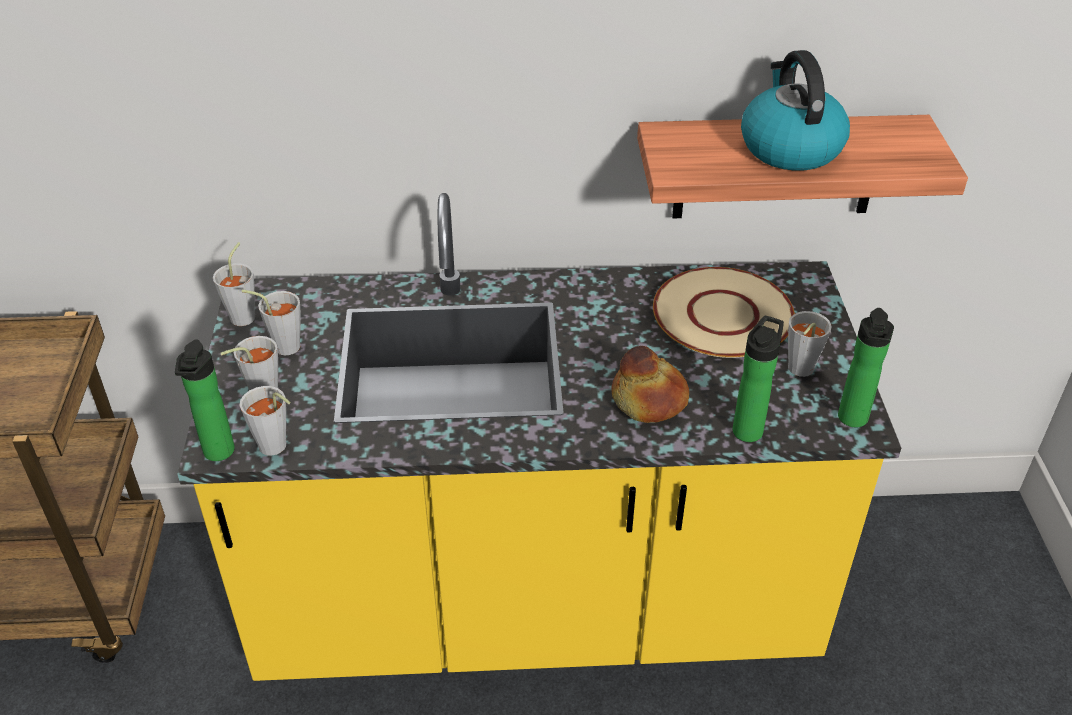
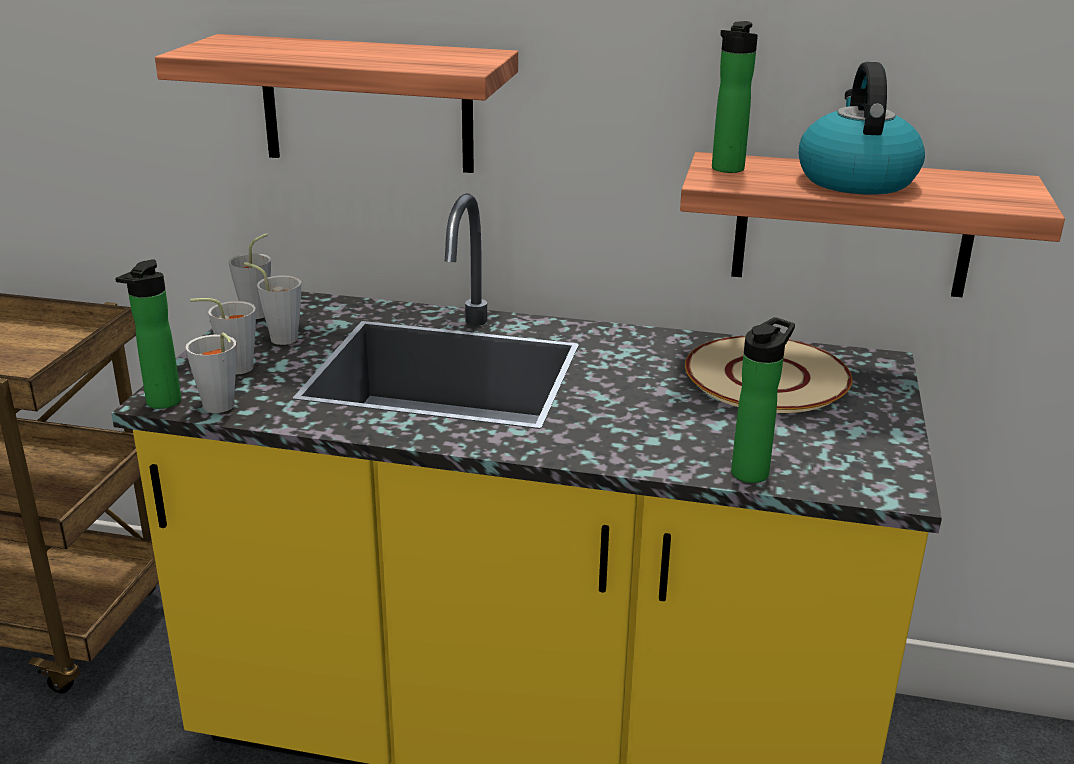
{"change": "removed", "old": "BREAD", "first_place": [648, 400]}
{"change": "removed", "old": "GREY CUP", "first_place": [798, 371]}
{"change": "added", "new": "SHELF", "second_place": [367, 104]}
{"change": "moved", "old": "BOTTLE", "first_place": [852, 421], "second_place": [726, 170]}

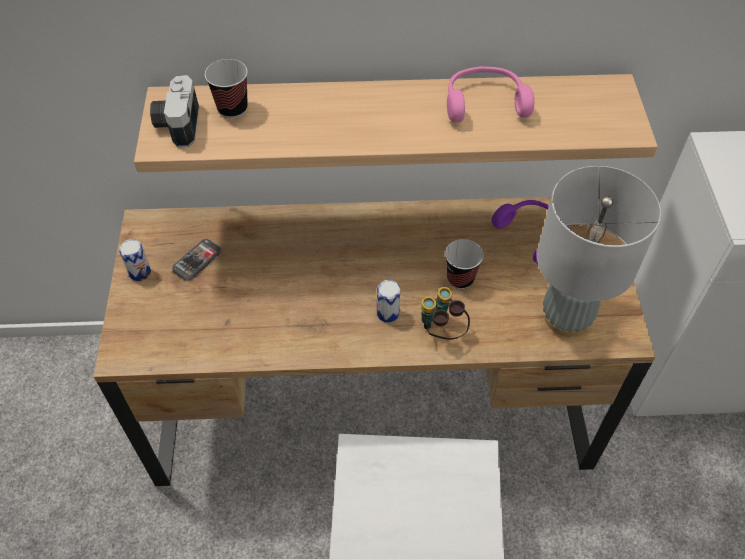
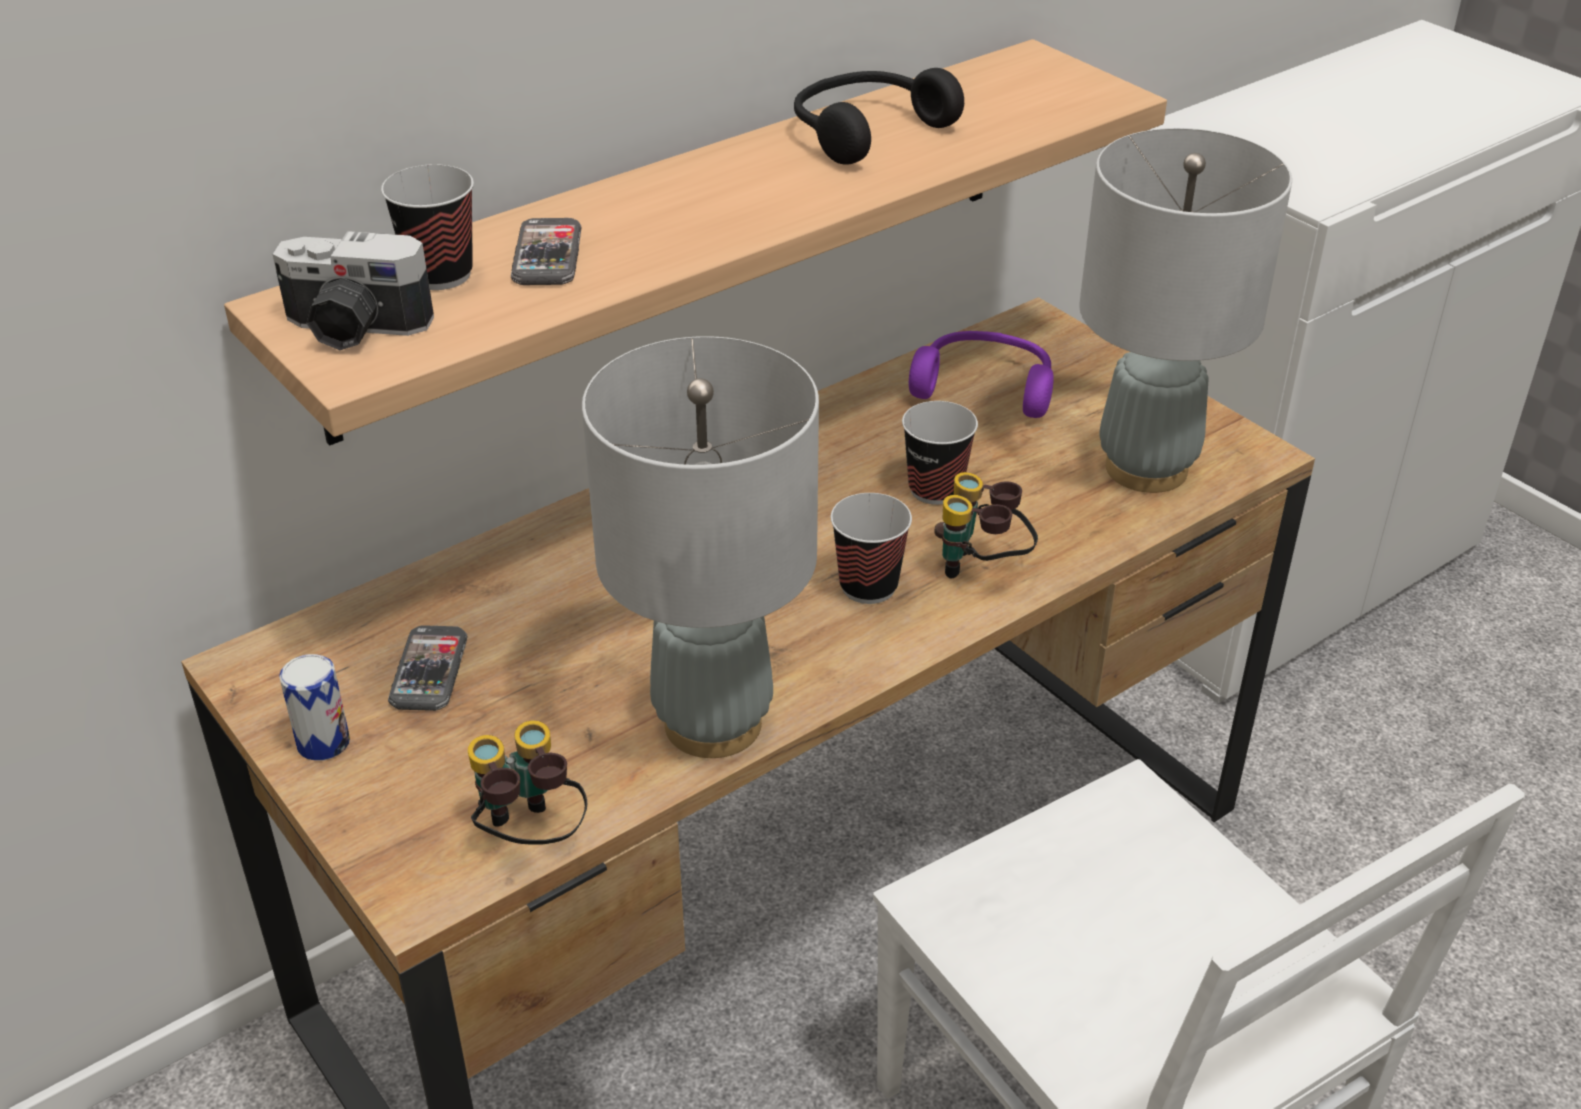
{"change": "added", "new": "BINOCULARS", "second_place": [529, 837]}
{"change": "added", "new": "PHONE", "second_place": [547, 256]}
{"change": "added", "new": "GREY TABLE LAMP", "second_place": [713, 722]}
{"change": "replaced", "old": "CAN", "new": "CUP", "first_place": [388, 313], "second_place": [868, 586]}
{"change": "recoloured", "old": "PINK HEADPHONES", "new": "BLACK HEADPHONES", "first_place": [484, 102], "second_place": [865, 131]}
{"change": "turned", "old": "PHOTO CAMERA", "first_place": [176, 124], "second_place": [353, 330], "degrees": -45}

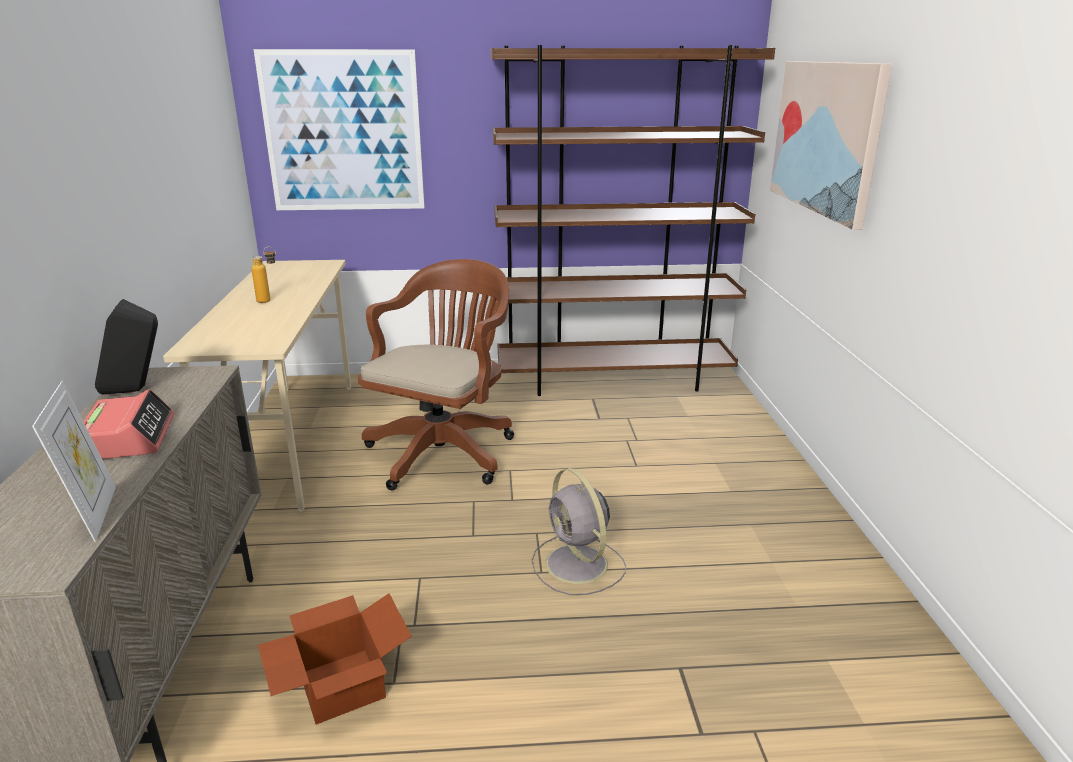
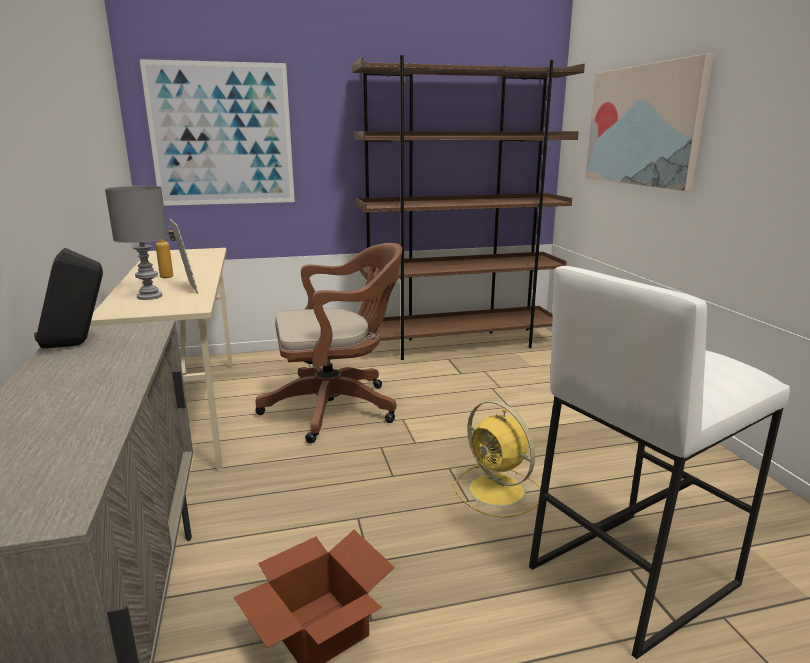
{"change": "removed", "old": "ALARM CLOCK", "first_place": [129, 438]}
{"change": "added", "new": "GREY TABLE LAMP", "second_place": [150, 296]}
{"change": "added", "new": "WHITE STOOL", "second_place": [631, 574]}
{"change": "moved", "old": "PICTURE FRAME", "first_place": [94, 514], "second_place": [187, 288]}
{"change": "recoloured", "old": "GREY FAN", "new": "YELLOW FAN", "first_place": [578, 565], "second_place": [498, 491]}
{"change": "turned", "old": "BROWN OFFICE CHAIR", "first_place": [445, 450], "second_place": [337, 408], "degrees": 60}

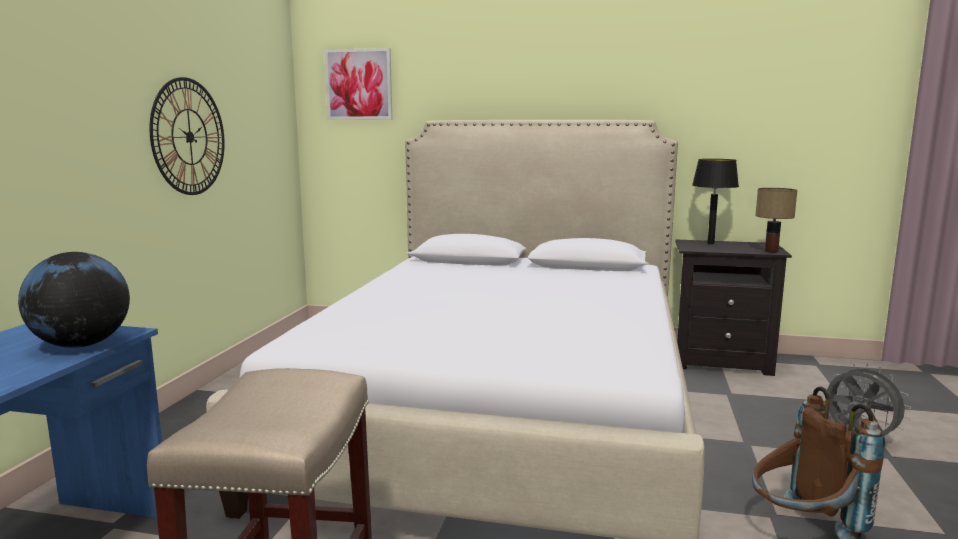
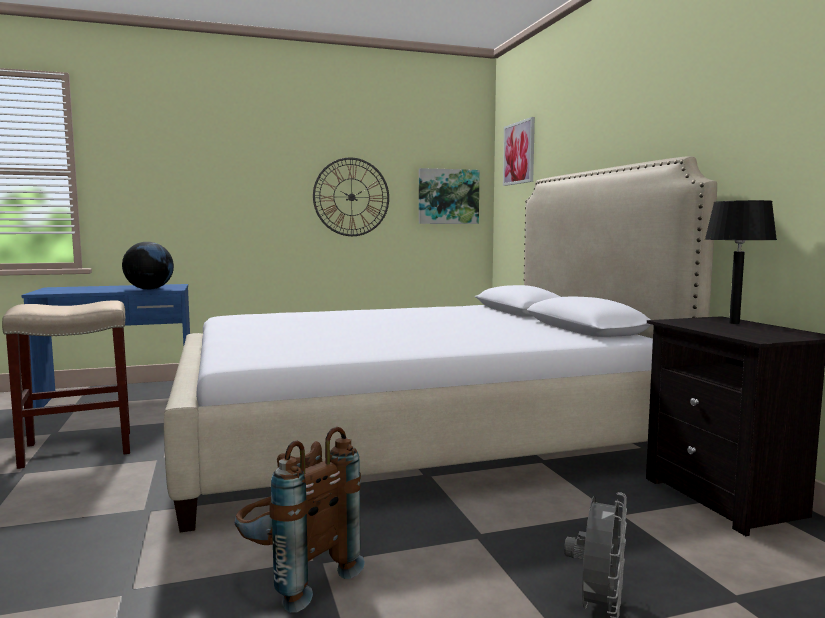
{"change": "removed", "old": "TABLE LAMP", "first_place": [771, 251]}
{"change": "added", "new": "PICTURE", "second_place": [448, 196]}

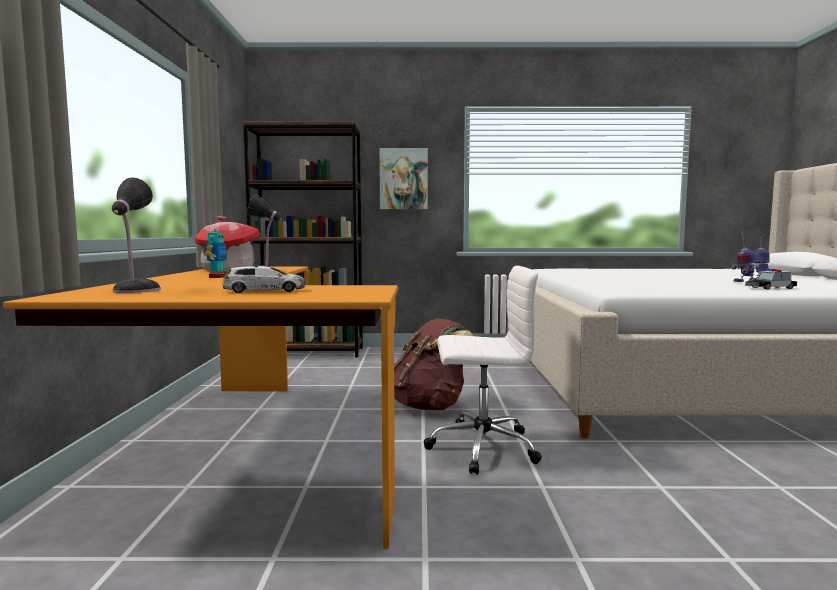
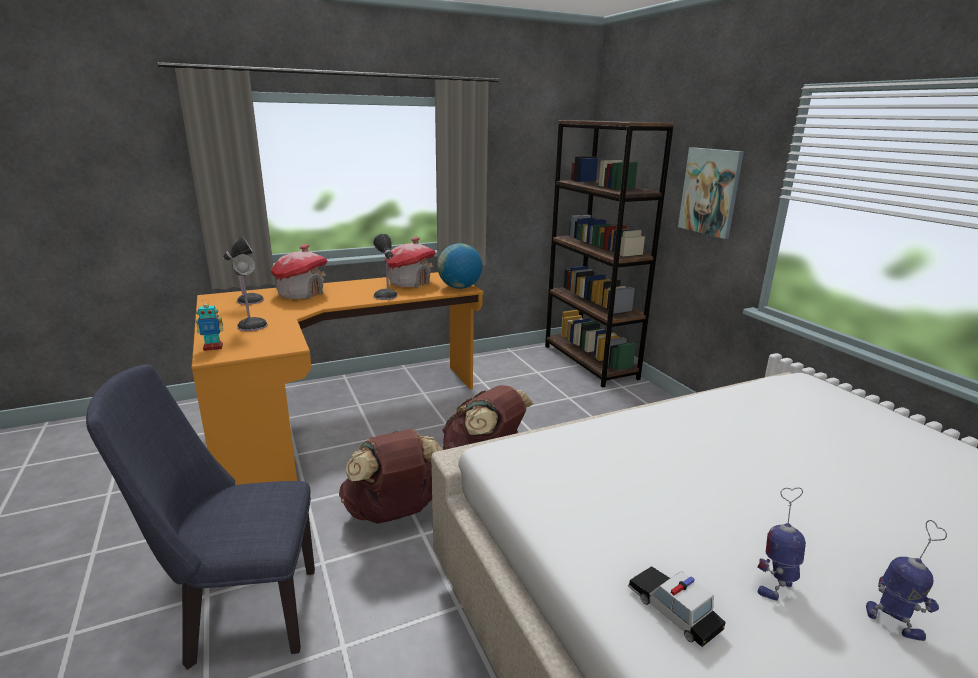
{"change": "added", "new": "BLUE CHAIR", "second_place": [241, 615]}
{"change": "added", "new": "TOY HOUSE", "second_place": [301, 293]}
{"change": "added", "new": "GLOBE", "second_place": [459, 287]}
{"change": "moved", "old": "TOY ROBOT", "first_place": [218, 277], "second_place": [213, 347]}
{"change": "replaced", "old": "TOY CAR", "new": "TABLE LAMP", "first_place": [265, 291], "second_place": [252, 325]}
{"change": "replaced", "old": "WHITE OFFICE CHAIR", "new": "BROWN BACKPACK", "first_place": [480, 447], "second_place": [393, 513]}

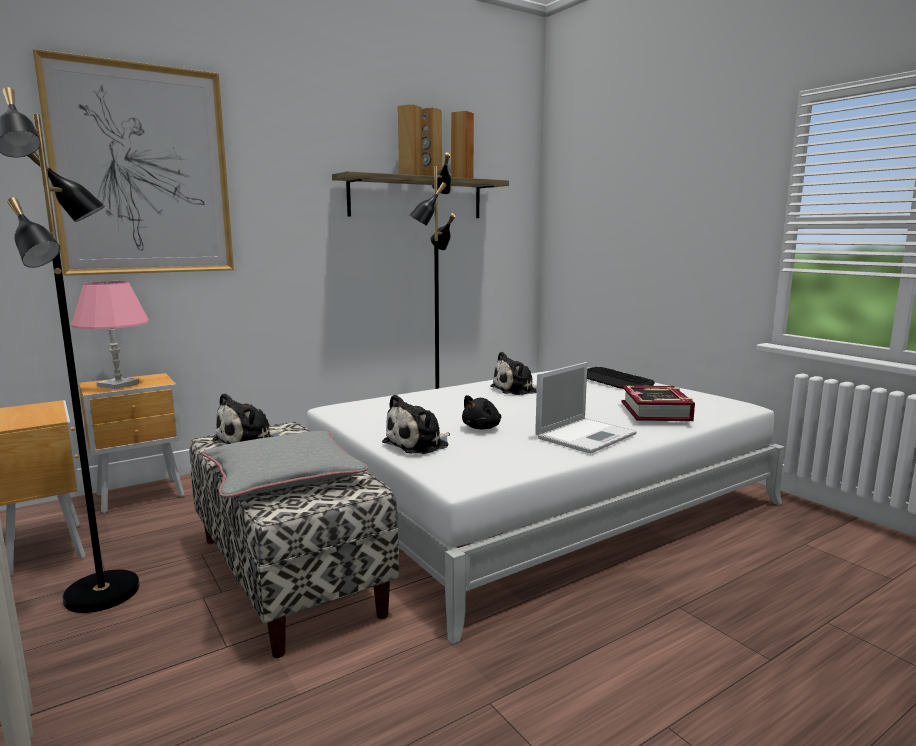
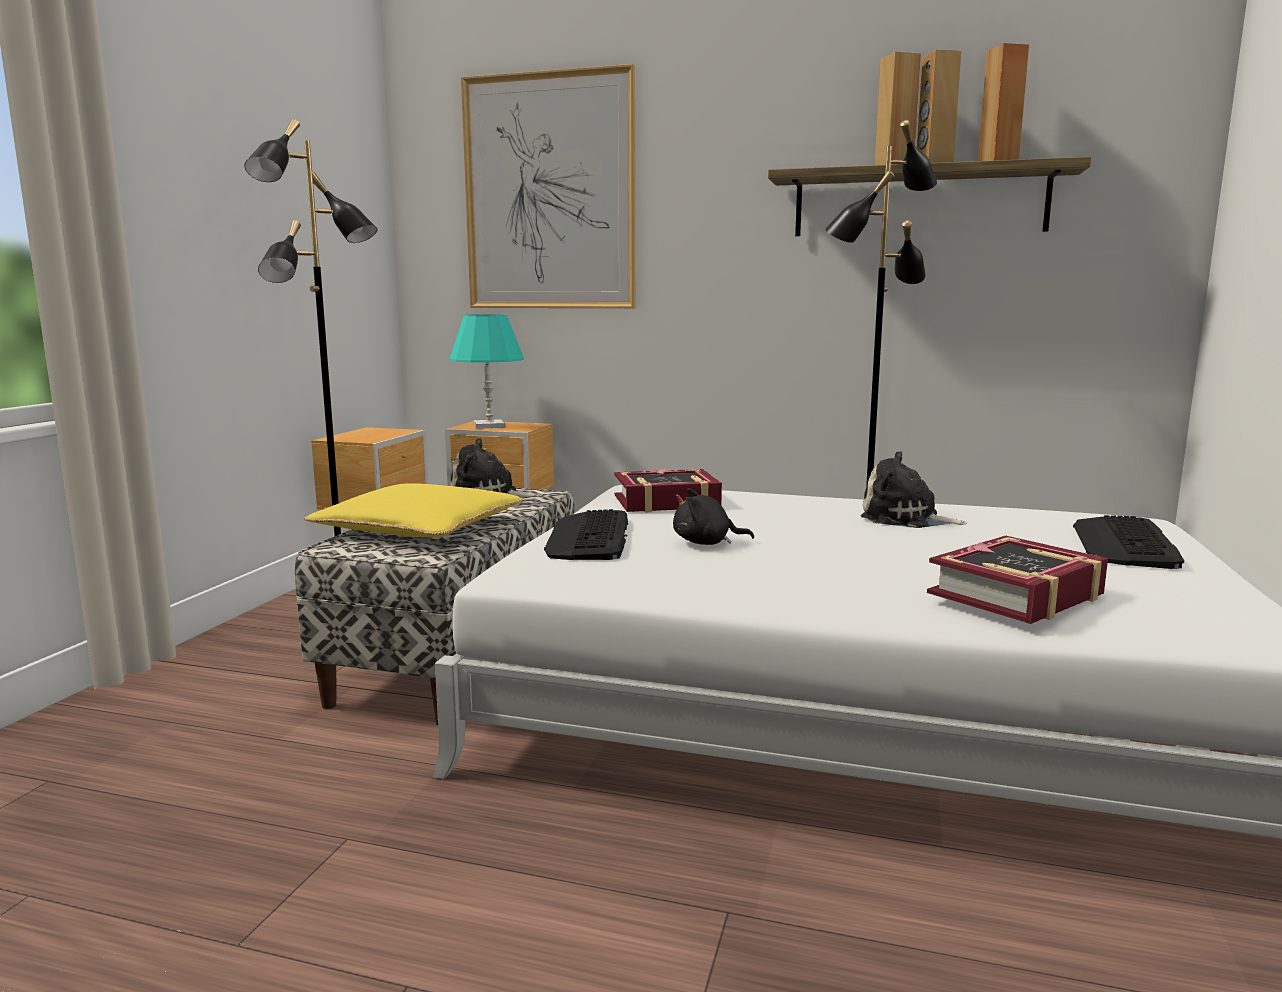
{"change": "removed", "old": "LAPTOP", "first_place": [586, 435]}
{"change": "added", "new": "BOOK", "second_place": [666, 502]}
{"change": "replaced", "old": "PLUSH TOY", "new": "KEYBOARD", "first_place": [419, 444], "second_place": [589, 537]}
{"change": "recoloured", "old": "PINK TABLE LAMP", "new": "TURQUOISE TABLE LAMP", "first_place": [118, 385], "second_place": [489, 426]}
{"change": "recoloured", "old": "GREY PILLOW", "new": "YELLOW PILLOW", "first_place": [283, 476], "second_place": [419, 528]}

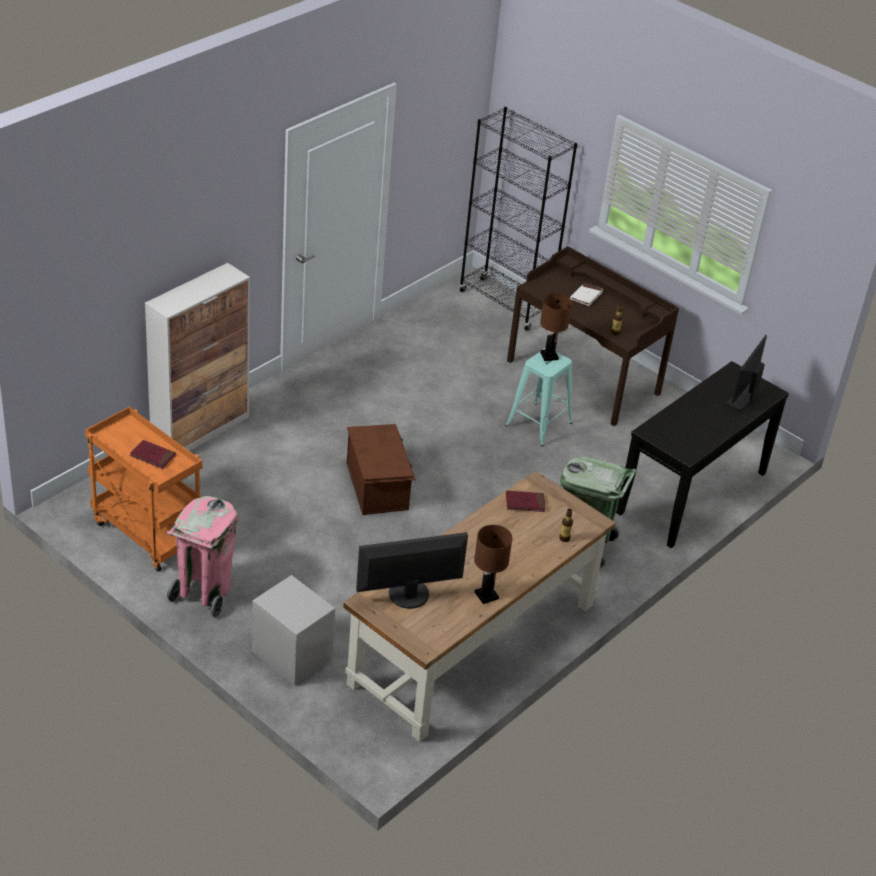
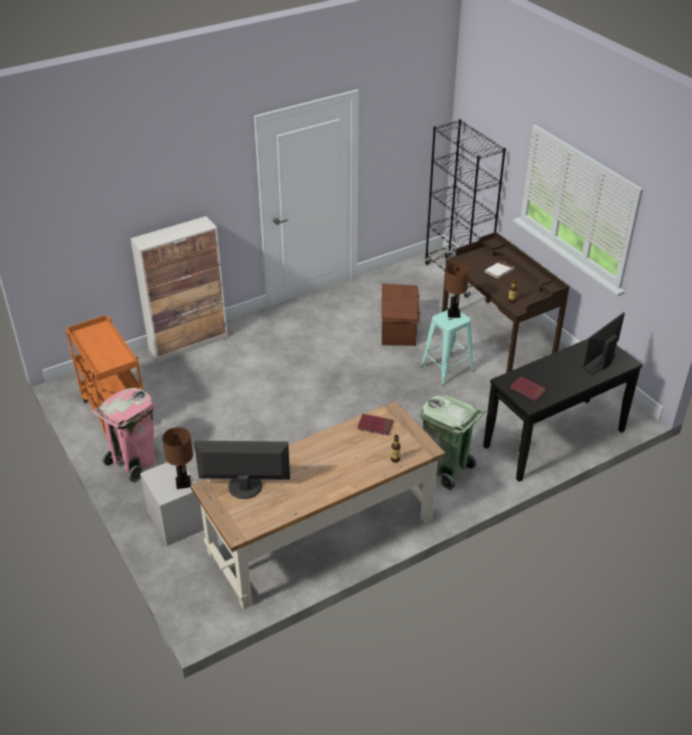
{"change": "moved", "old": "RED BOOK", "first_place": [152, 456], "second_place": [528, 390]}
{"change": "moved", "old": "BROWN STORAGE BOX", "first_place": [378, 486], "second_place": [399, 328]}
{"change": "moved", "old": "BROWN TABLE LAMP", "first_place": [486, 595], "second_place": [183, 483]}

